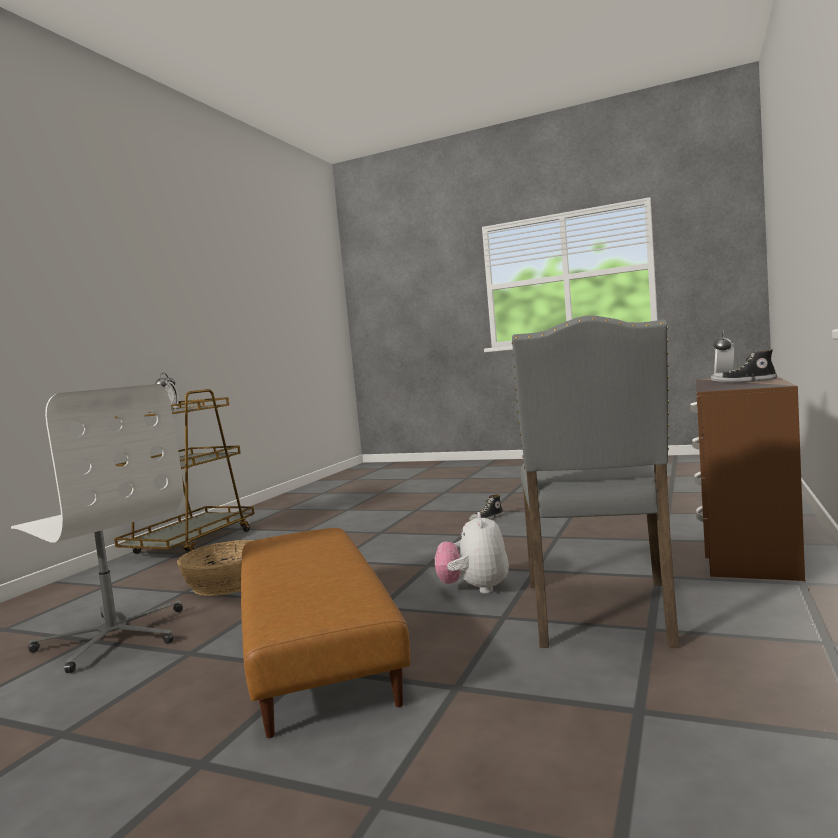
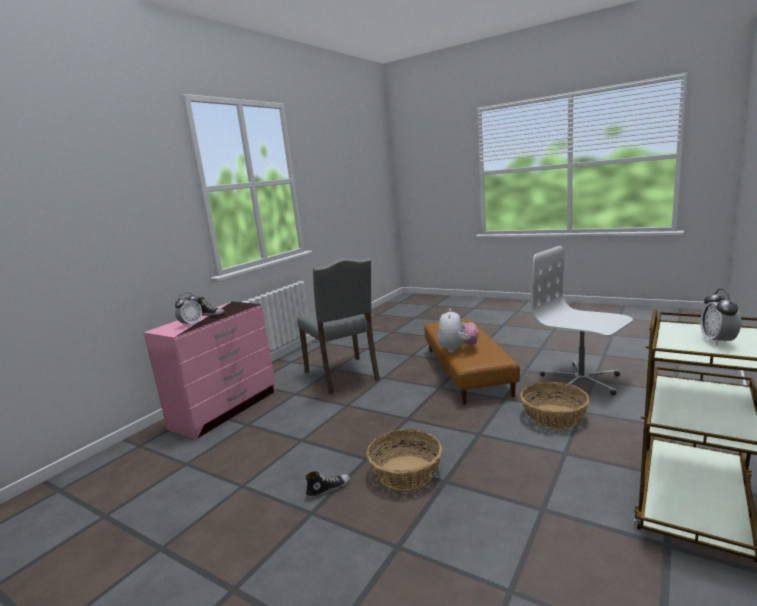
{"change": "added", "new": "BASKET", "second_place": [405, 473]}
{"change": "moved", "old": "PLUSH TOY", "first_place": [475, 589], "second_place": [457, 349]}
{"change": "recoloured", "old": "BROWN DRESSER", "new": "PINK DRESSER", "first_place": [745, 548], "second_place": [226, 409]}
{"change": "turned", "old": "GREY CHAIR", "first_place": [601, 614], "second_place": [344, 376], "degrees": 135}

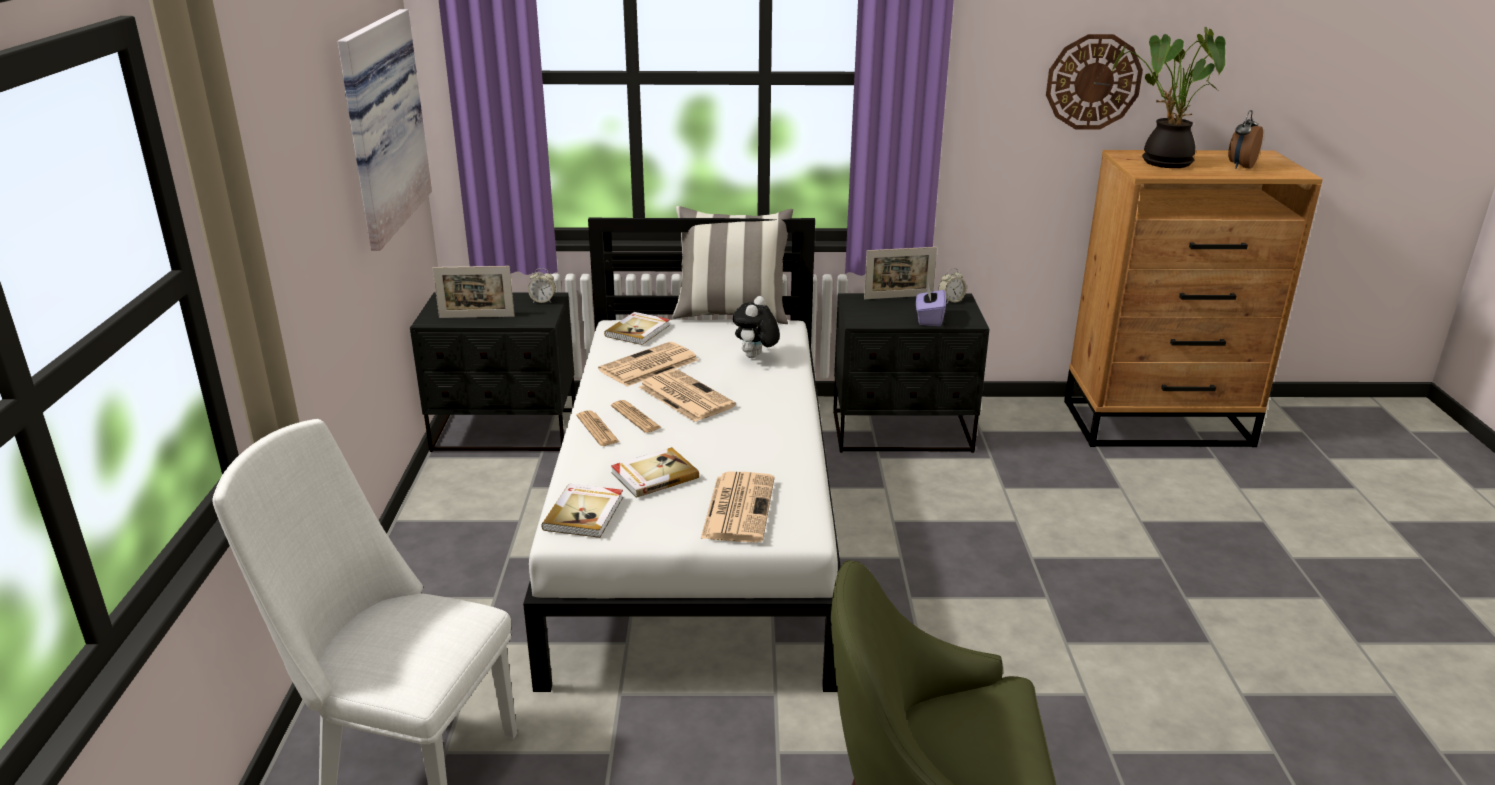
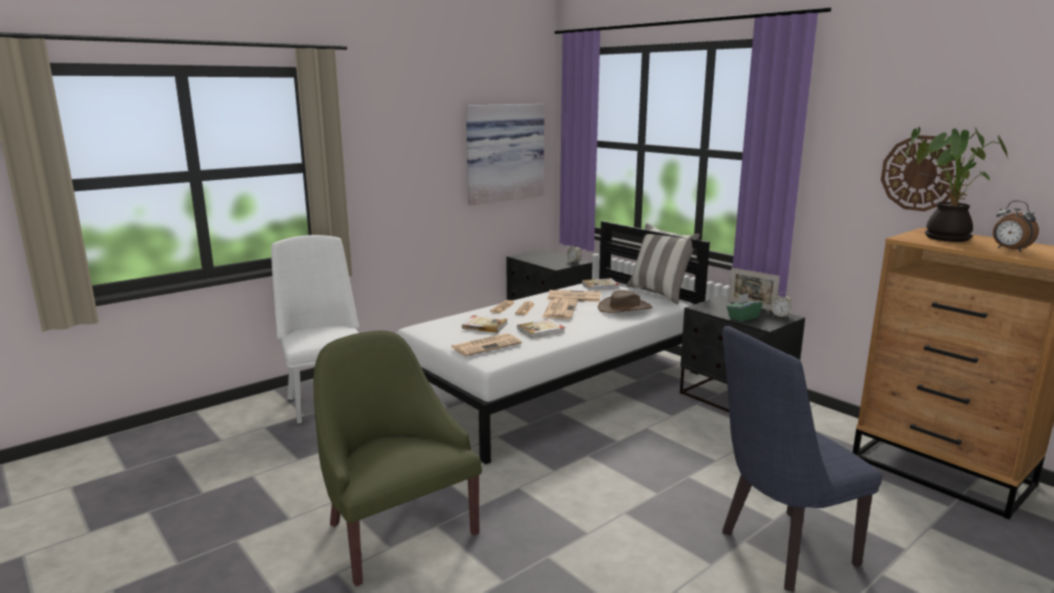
{"change": "removed", "old": "PICTURE FRAME", "first_place": [476, 317]}
{"change": "added", "new": "BLUE CHAIR", "second_place": [780, 551]}
{"change": "moved", "old": "BOOK", "first_place": [585, 513], "second_place": [541, 330]}
{"change": "replaced", "old": "PLUSH TOY", "new": "BROWN HAT", "first_place": [755, 357], "second_place": [625, 308]}
{"change": "recoloured", "old": "PURPLE TISSUE BOX", "new": "GREEN TISSUE BOX", "first_place": [929, 319], "second_place": [743, 318]}
{"change": "turned", "old": "ALARM CLOCK", "first_place": [1240, 166], "second_place": [1009, 249], "degrees": -120}

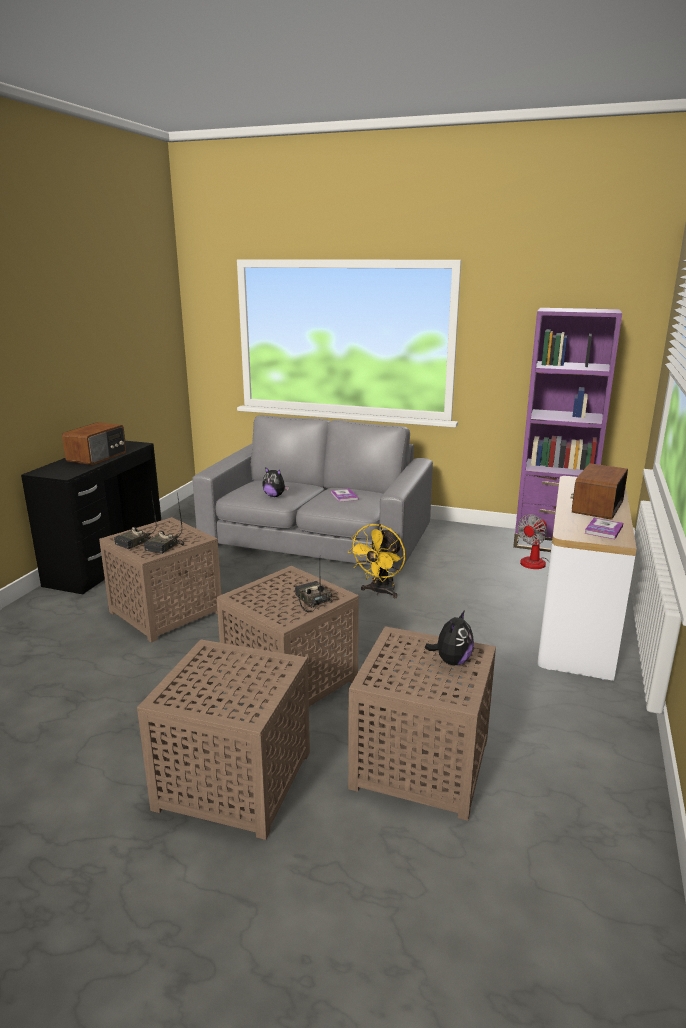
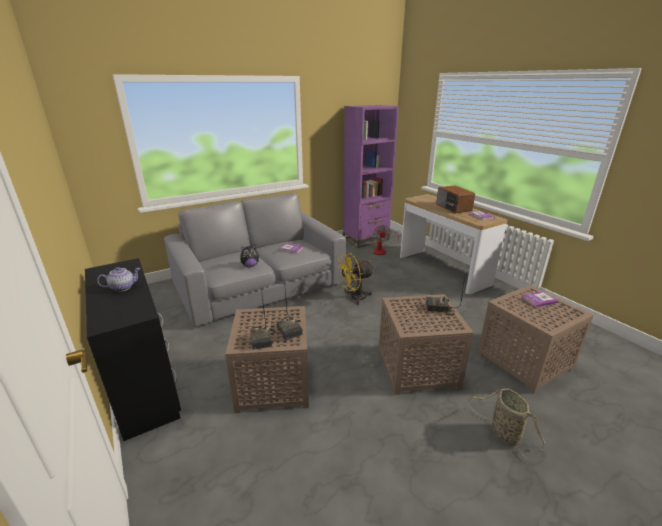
{"change": "replaced", "old": "RADIO", "new": "TEAPOT", "first_place": [98, 457], "second_place": [123, 287]}
{"change": "replaced", "old": "BROWN SIDE TABLE", "new": "BASKET", "first_place": [233, 778], "second_place": [502, 433]}
{"change": "replaced", "old": "PLUSH TOY", "new": "BOOK", "first_place": [451, 661], "second_place": [538, 300]}
{"change": "turned", "old": "YELLOW FAN", "first_place": [380, 592], "second_place": [354, 298], "degrees": 90}

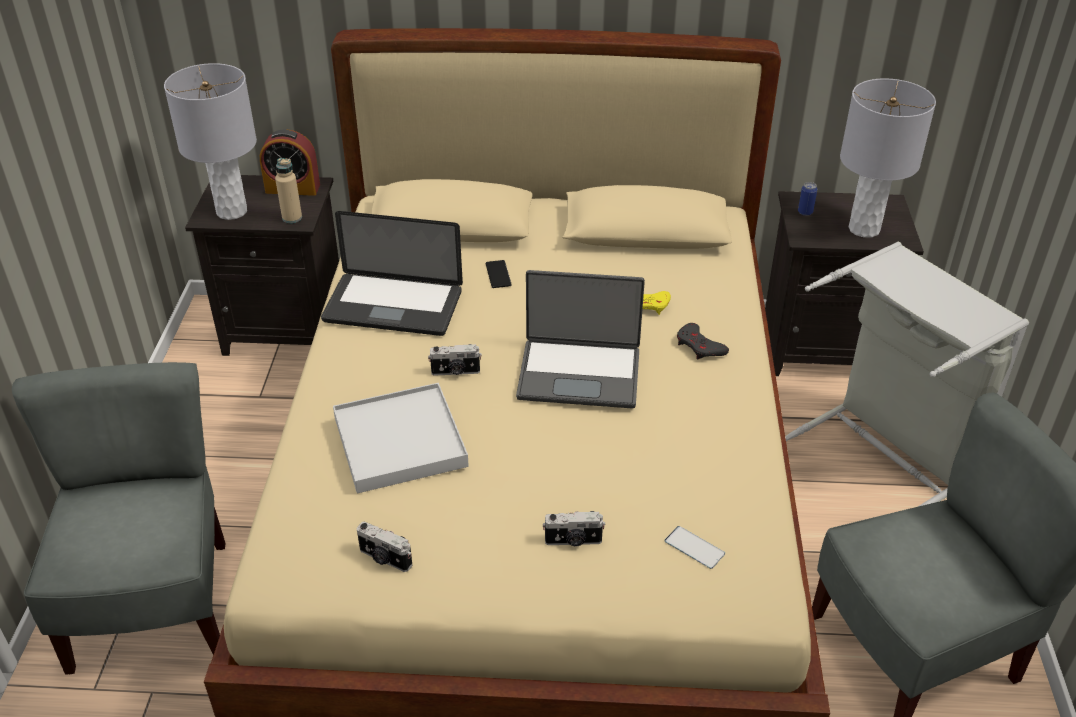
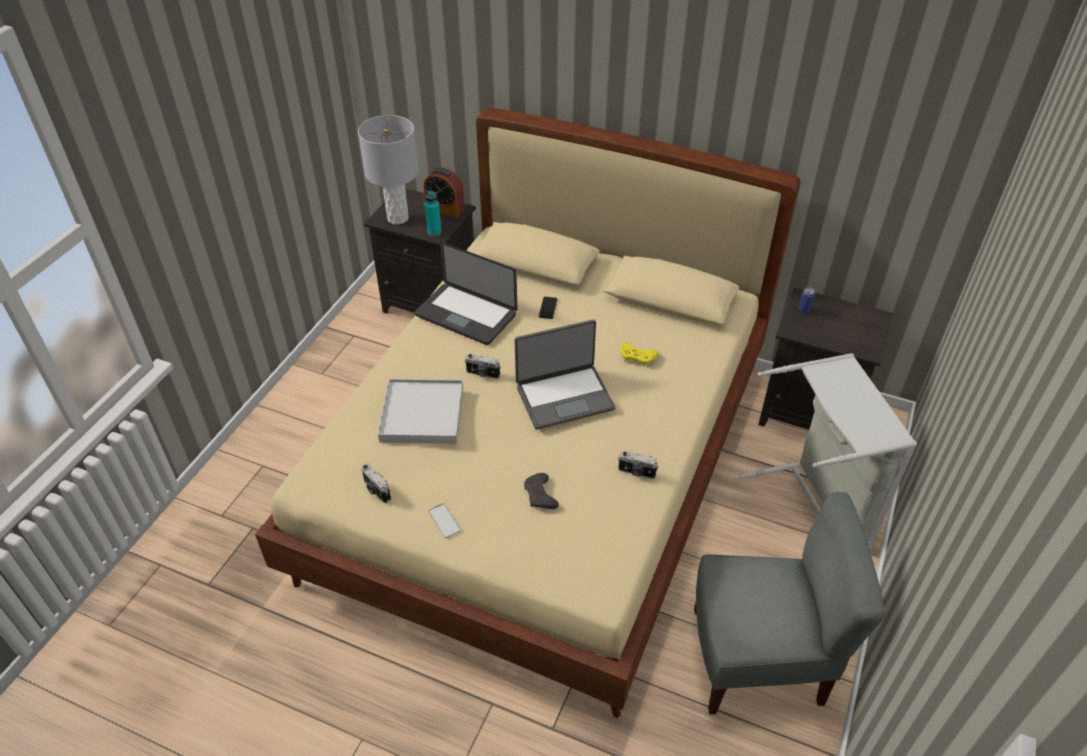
{"change": "removed", "old": "GREY CHAIR", "first_place": [155, 605]}
{"change": "removed", "old": "GREY TABLE LAMP", "first_place": [864, 229]}
{"change": "moved", "old": "PHOTO CAMERA", "first_place": [573, 541], "second_place": [636, 472]}
{"change": "moved", "old": "PHONE", "first_place": [694, 547], "second_place": [444, 520]}
{"change": "moved", "old": "GREY GAME CONTROLLER", "first_place": [699, 346], "second_place": [540, 495]}
{"change": "recoloured", "old": "BEIGE BOTTLE", "new": "TURQUOISE BOTTLE", "first_place": [292, 218], "second_place": [434, 231]}
{"change": "turned", "old": "LAPTOP", "first_place": [579, 373], "second_place": [564, 396], "degrees": -45}

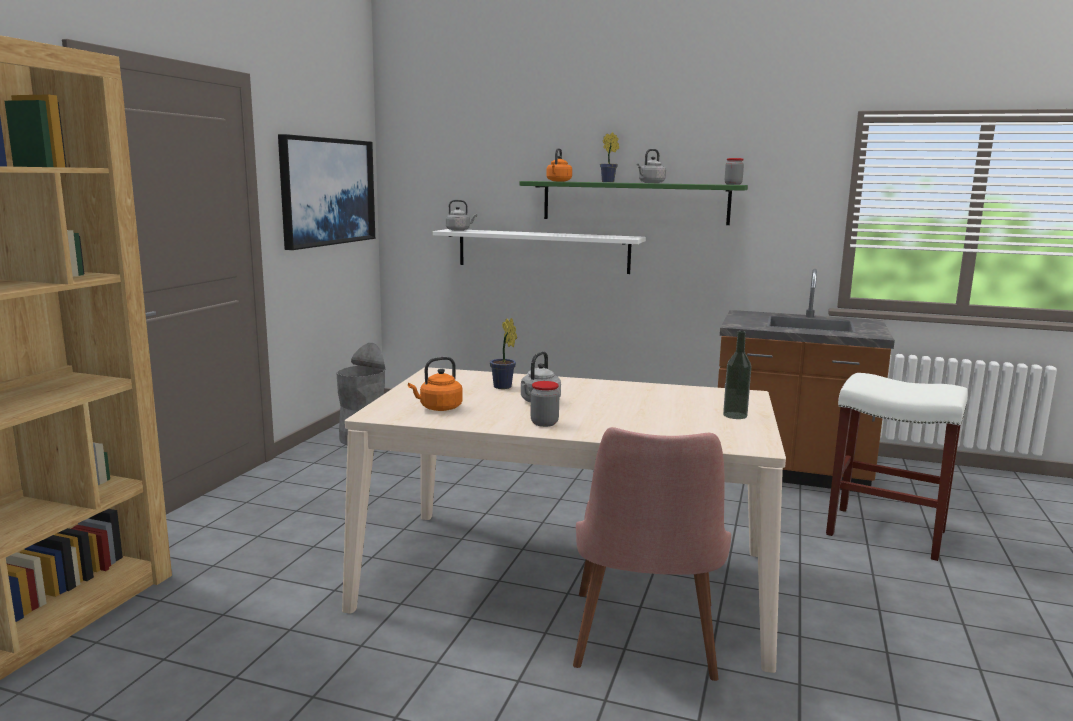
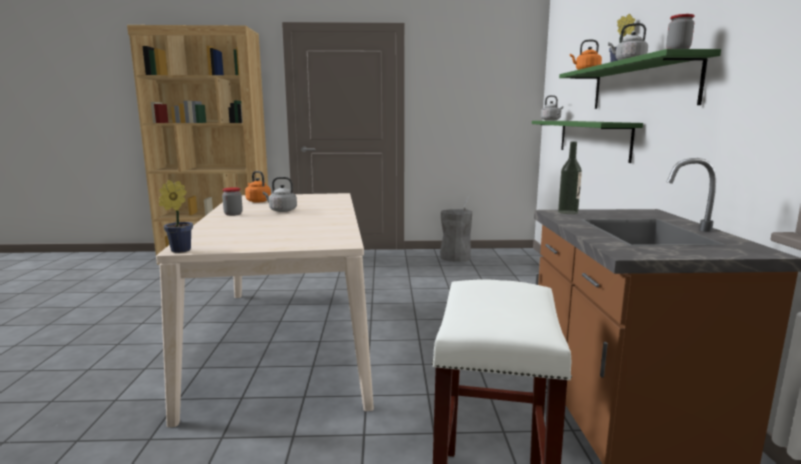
{"change": "removed", "old": "PICTURE", "first_place": [327, 191]}
{"change": "removed", "old": "PINK CHAIR", "first_place": [645, 647]}
{"change": "moved", "old": "POTTED PLANT", "first_place": [503, 387], "second_place": [178, 251]}
{"change": "moved", "old": "BOTTLE", "first_place": [735, 415], "second_place": [568, 212]}
{"change": "recoloured", "old": "WHITE SHELF", "new": "GREEN SHELF", "first_place": [542, 251], "second_place": [592, 138]}

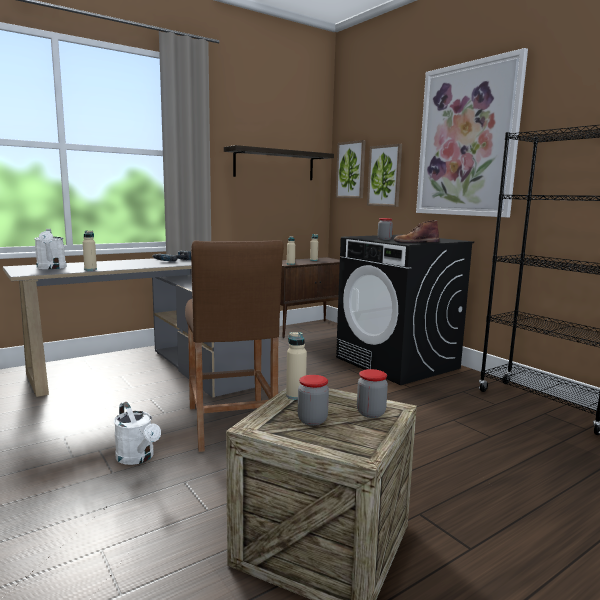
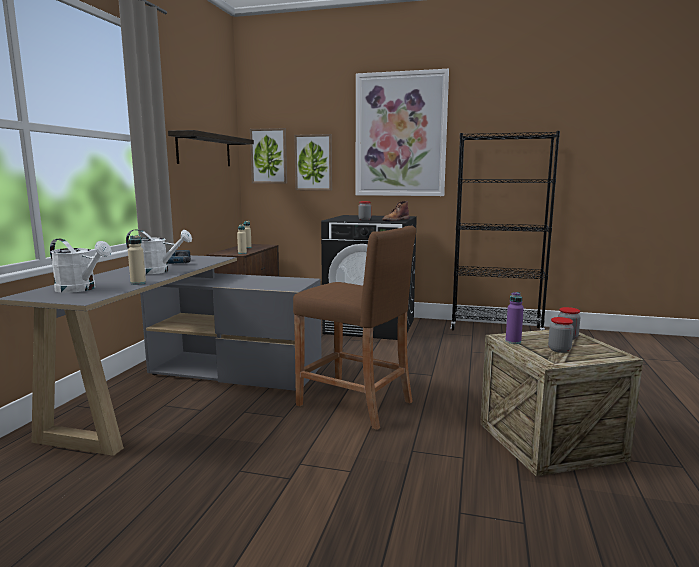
{"change": "moved", "old": "WHITE WATERING CAN", "first_place": [138, 458], "second_place": [158, 271]}
{"change": "recoloured", "old": "BEIGE BOTTLE", "new": "PURPLE BOTTLE", "first_place": [295, 396], "second_place": [513, 341]}

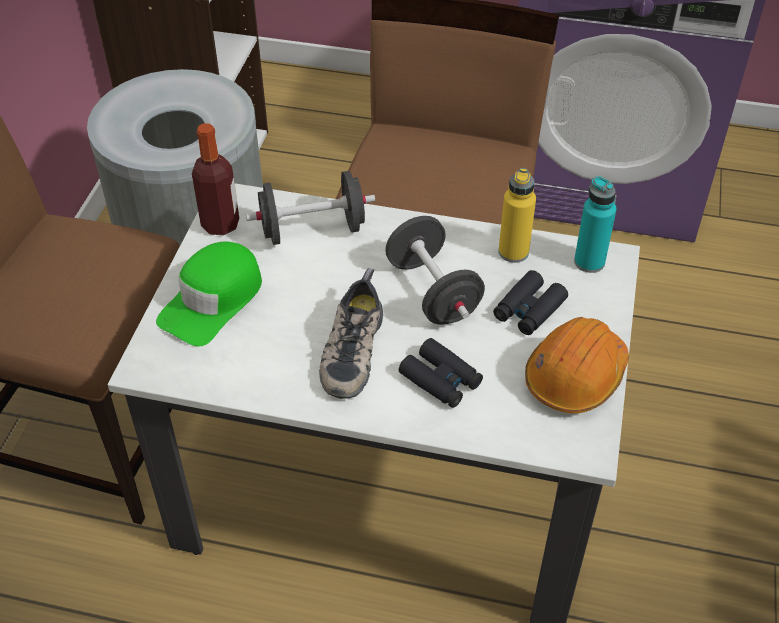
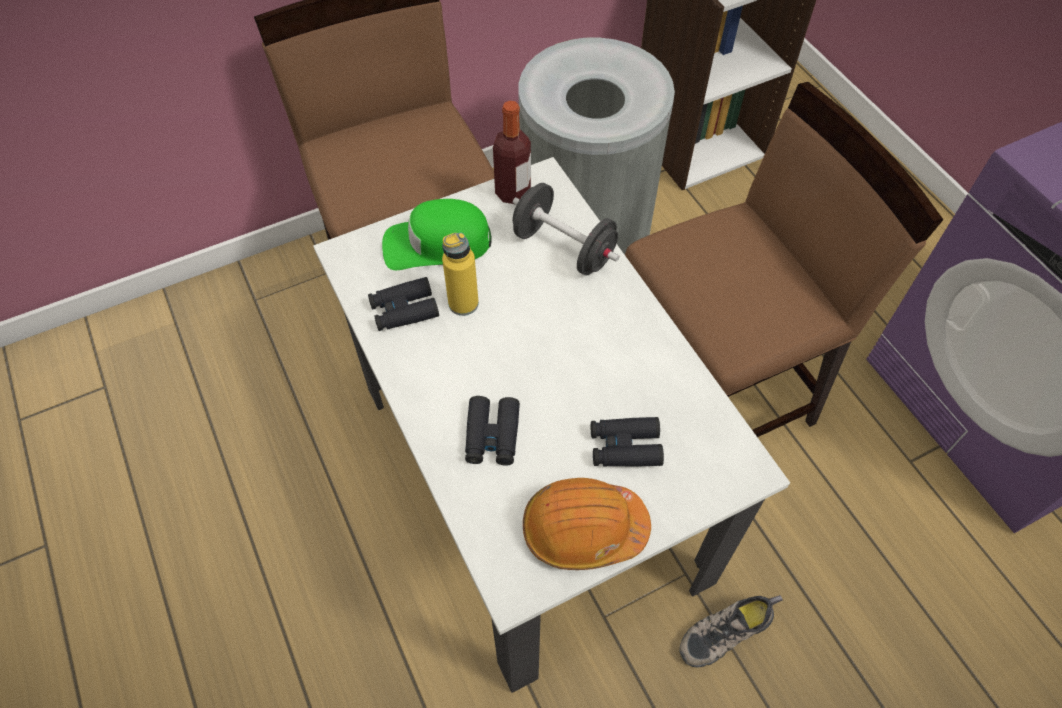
{"change": "removed", "old": "BLACK DUMBBELL", "first_place": [433, 292]}
{"change": "removed", "old": "TURQUOISE BOTTLE", "first_place": [589, 262]}
{"change": "added", "new": "BLACK BINOCULARS", "second_place": [404, 310]}
{"change": "moved", "old": "SHOE", "first_place": [350, 349], "second_place": [724, 630]}
{"change": "moved", "old": "YELLOW BOTTLE", "first_place": [513, 252], "second_place": [463, 303]}

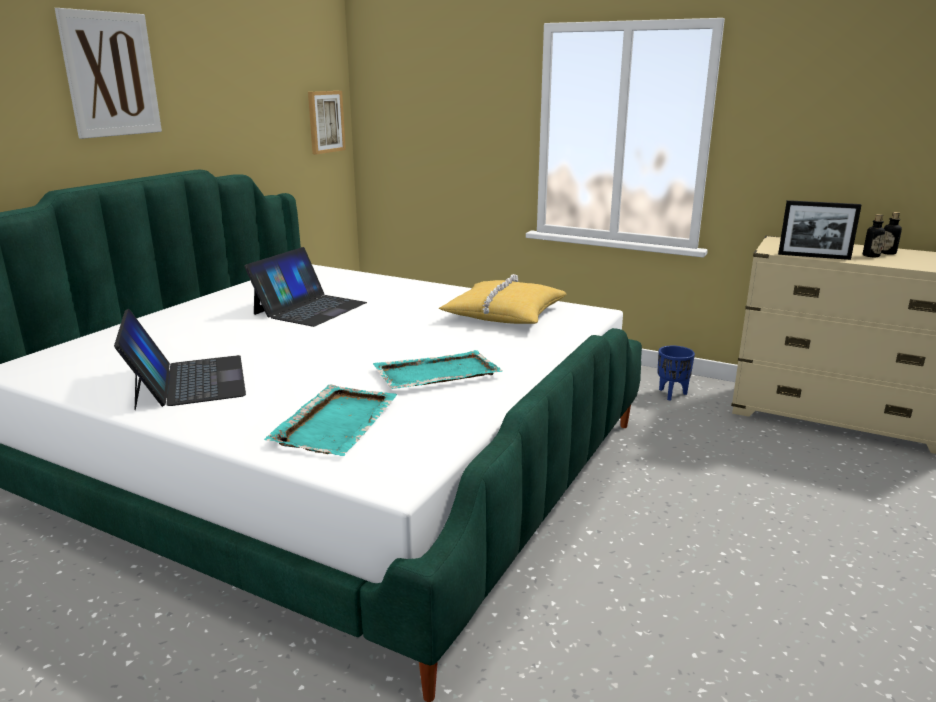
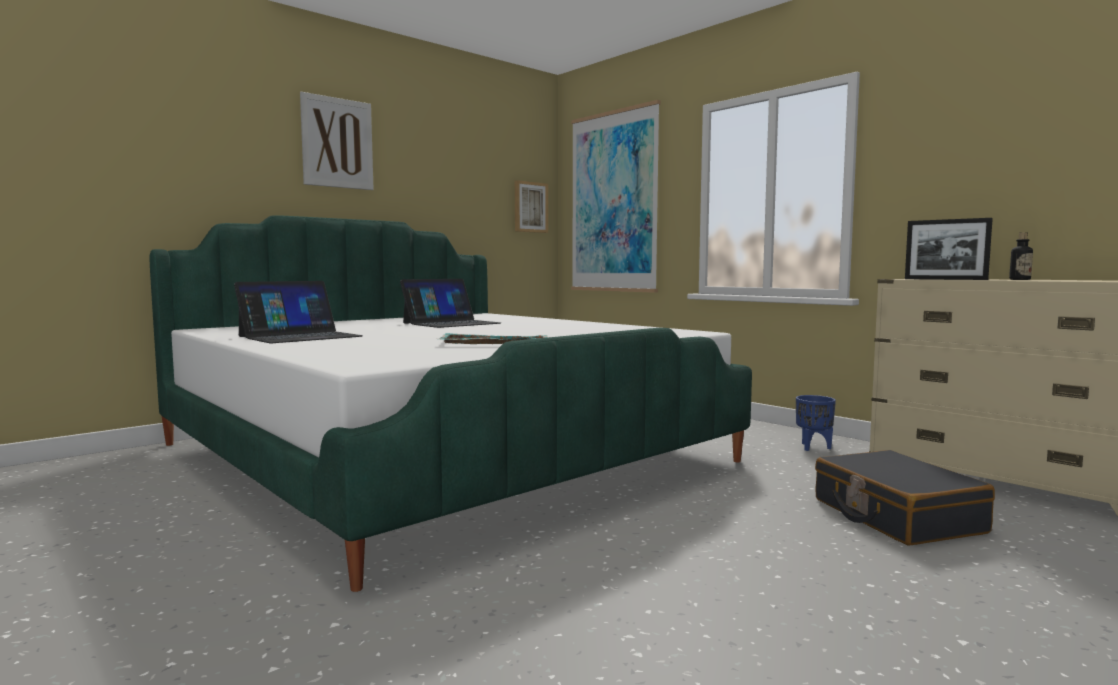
{"change": "removed", "old": "TURQUOISE TRAY", "first_place": [336, 422]}
{"change": "removed", "old": "YELLOW PILLOW", "first_place": [504, 314]}
{"change": "removed", "old": "BOTTLE", "first_place": [887, 253]}
{"change": "added", "new": "PICTURE", "second_place": [614, 202]}
{"change": "added", "new": "BLACK SUITCASE", "second_place": [896, 516]}
{"change": "turned", "old": "LAPTOP", "first_place": [188, 381], "second_place": [300, 336], "degrees": 45}

